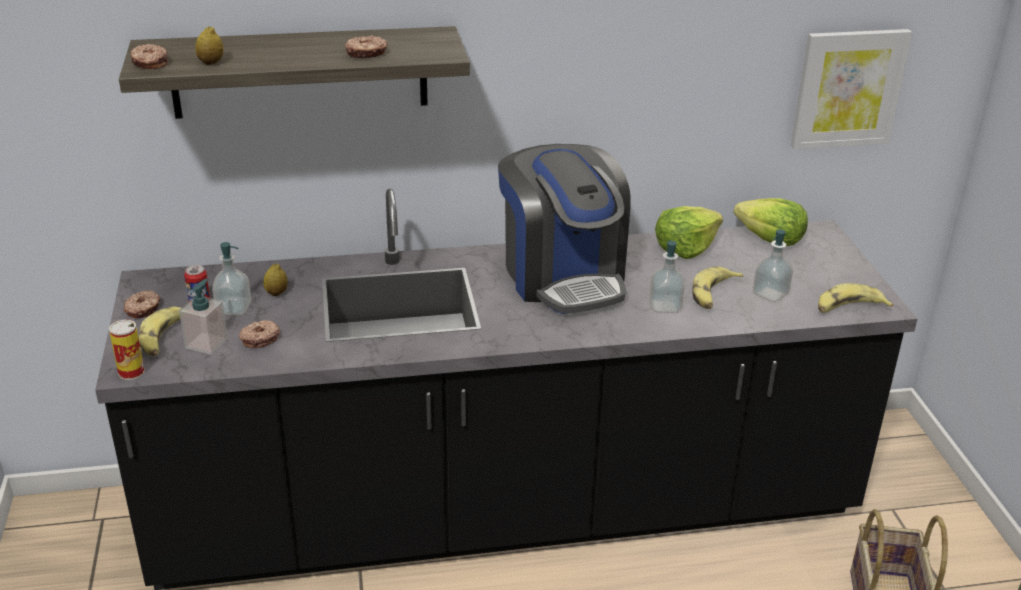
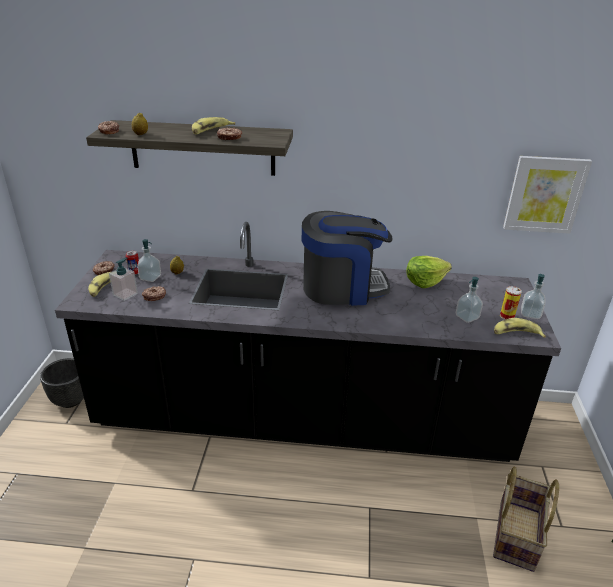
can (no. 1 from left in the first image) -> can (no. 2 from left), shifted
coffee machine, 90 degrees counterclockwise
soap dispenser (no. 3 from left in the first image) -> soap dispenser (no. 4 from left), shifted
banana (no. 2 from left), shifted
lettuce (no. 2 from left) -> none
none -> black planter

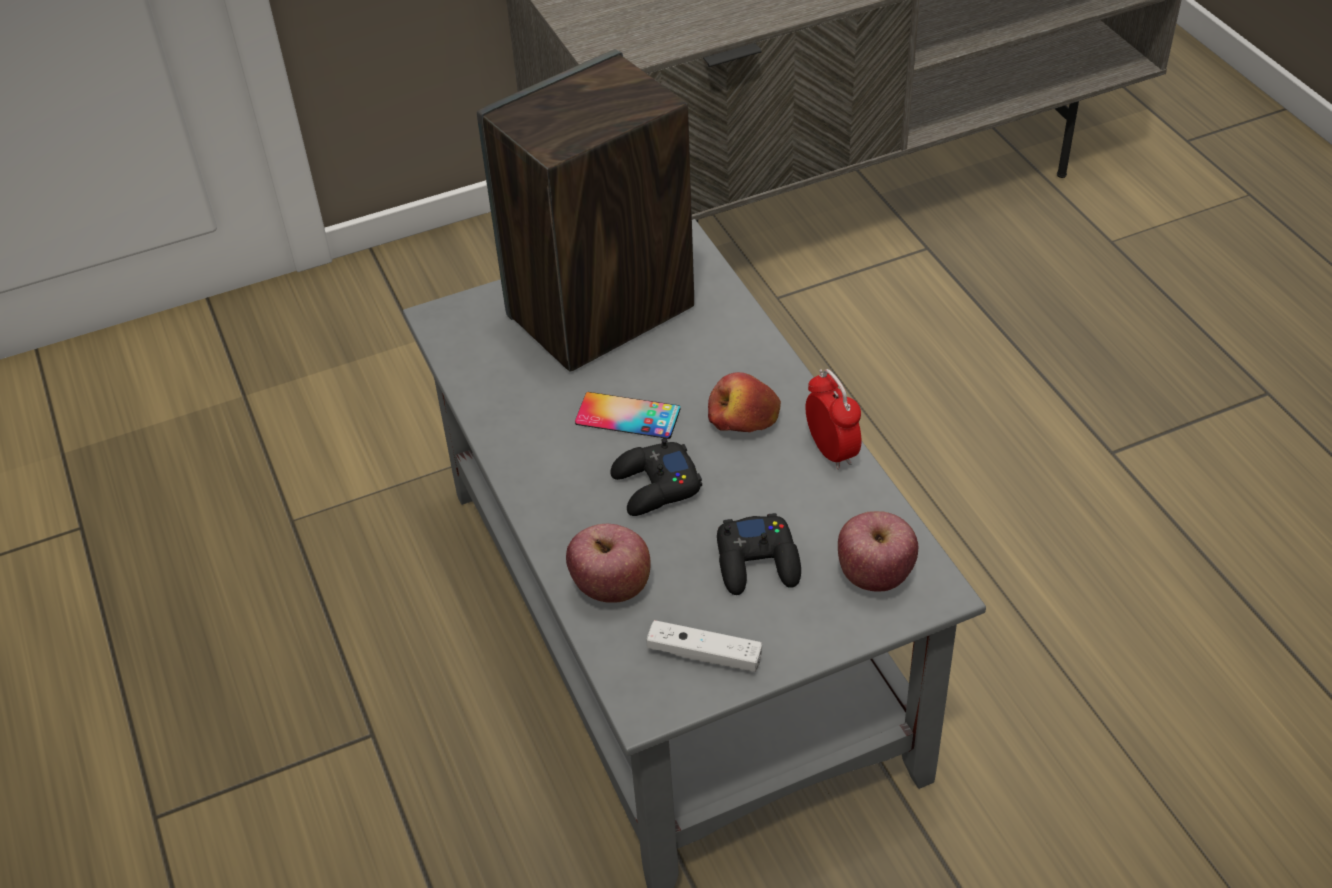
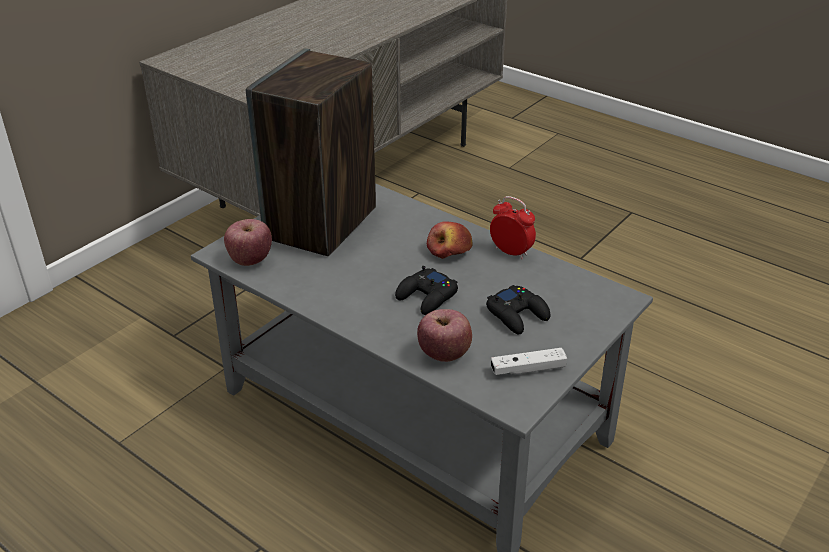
phone -> none
apple (no. 3 from left in the first image) -> apple (no. 1 from left), shifted

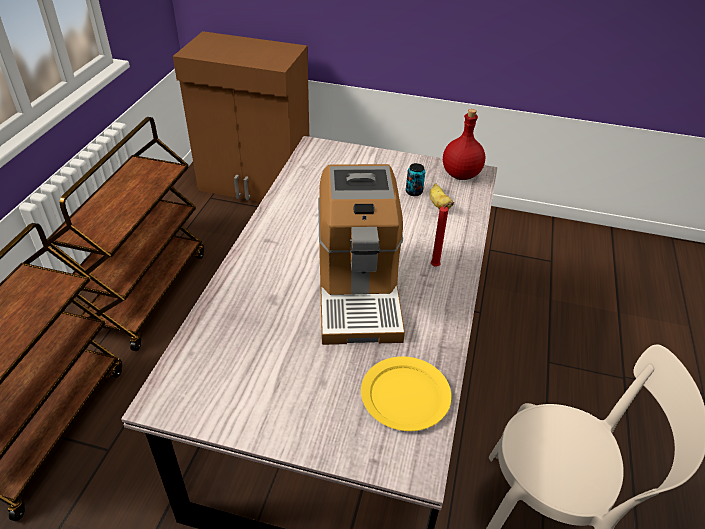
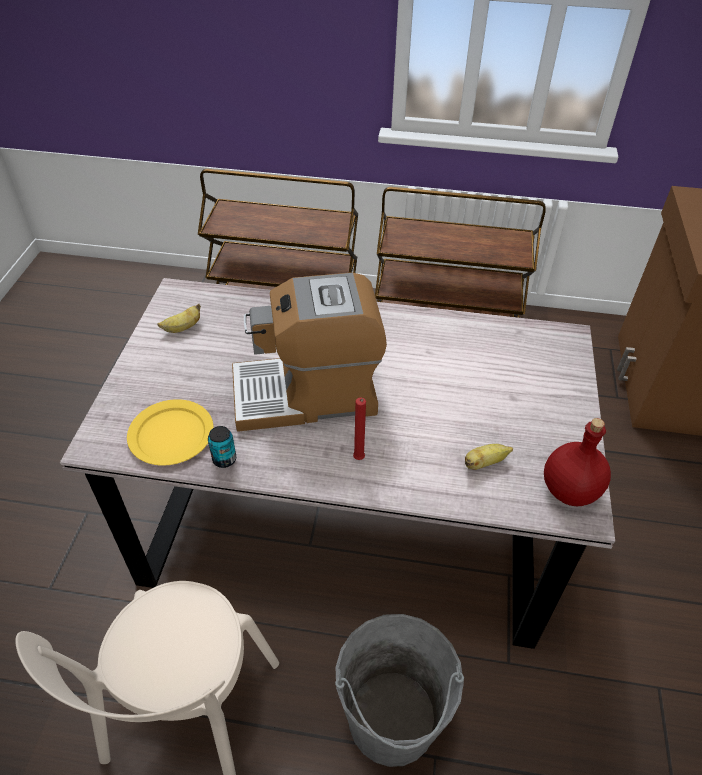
can, shifted
none -> banana (no. 1 from left)
none -> grey bucket

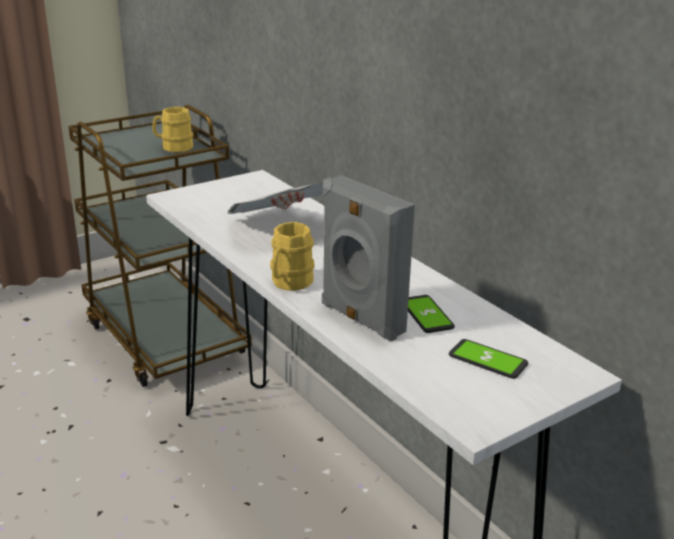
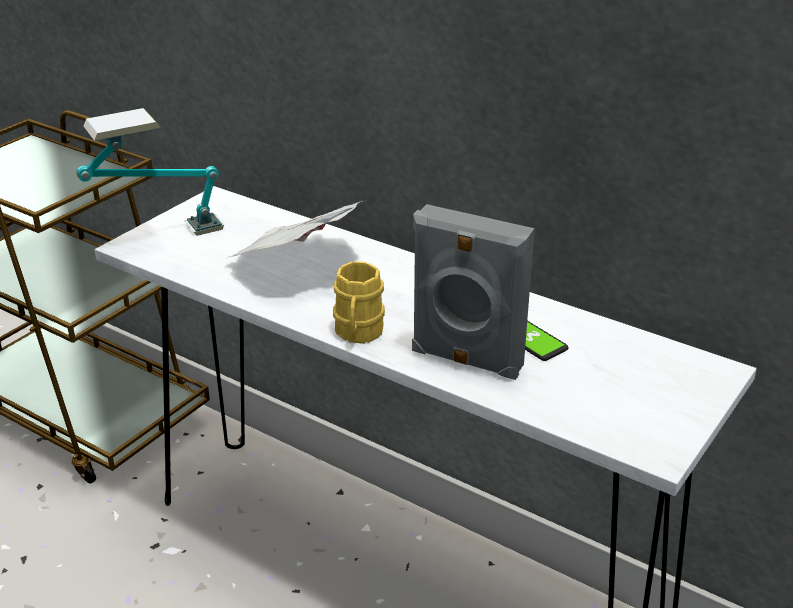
yellow mug (no. 1 from left) -> none
phone (no. 2 from left) -> none
none -> table lamp

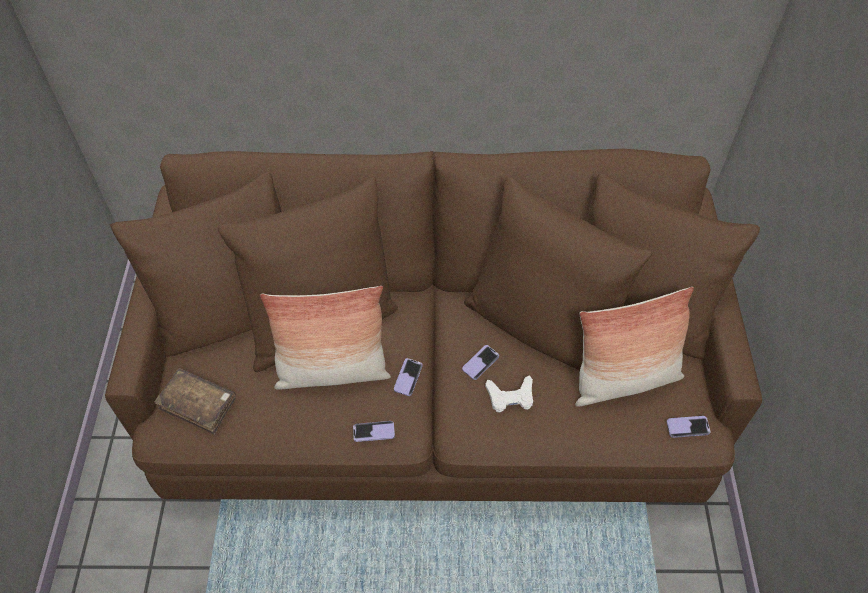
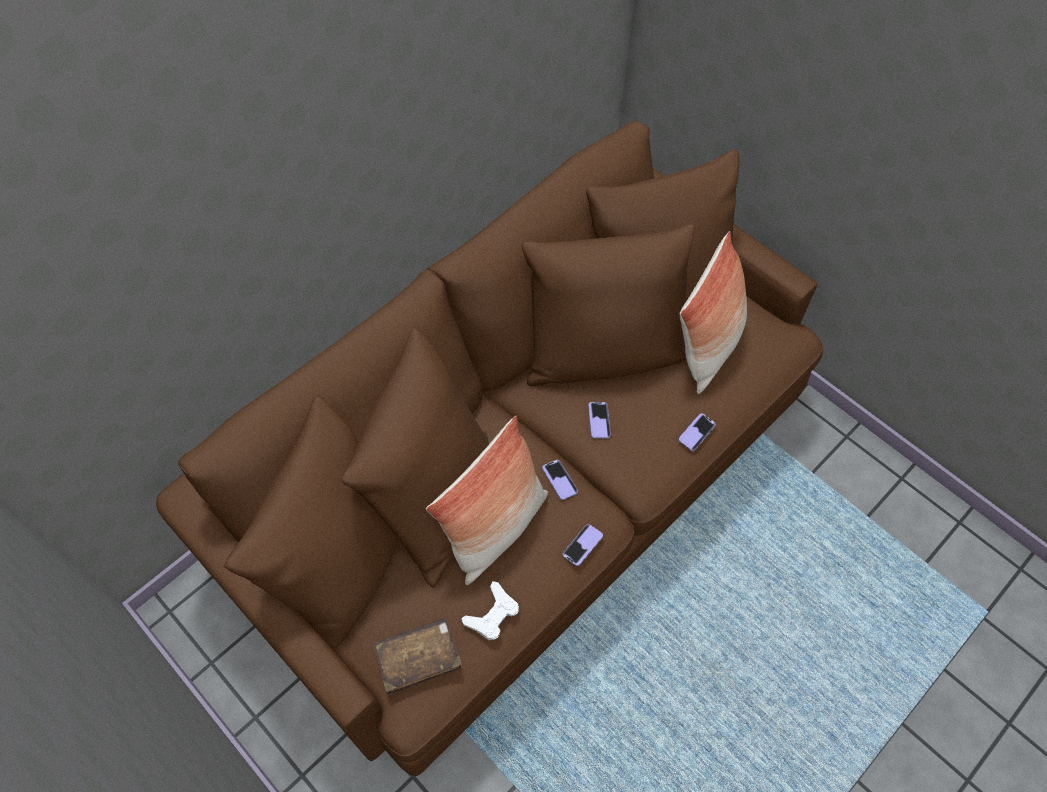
white game controller, shifted
phone (no. 4 from left), shifted

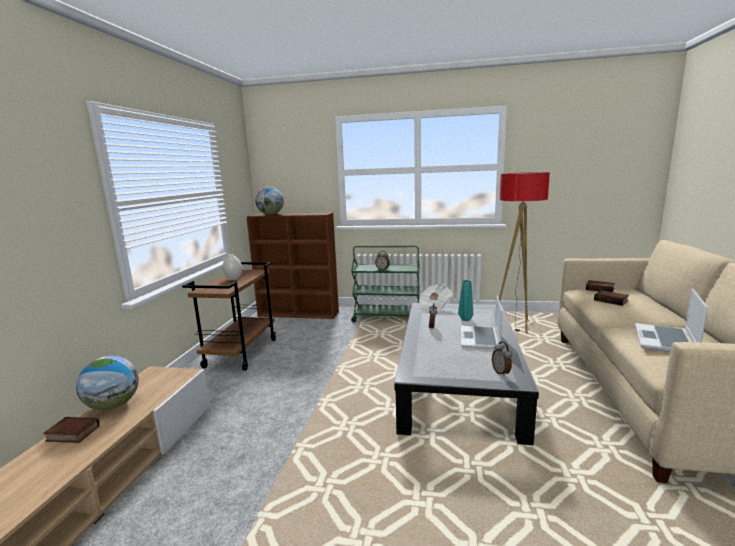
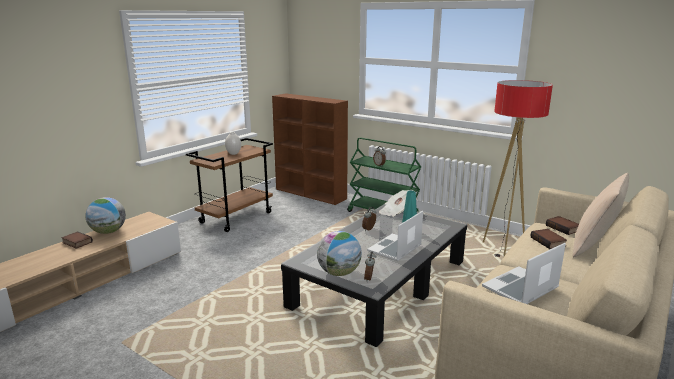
globe (no. 2 from left), shifted
none -> beige pillow

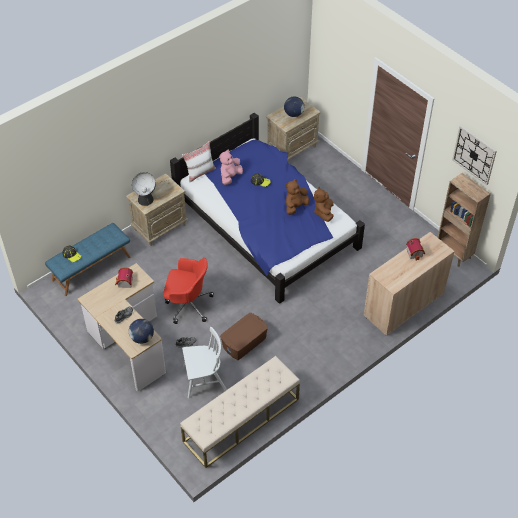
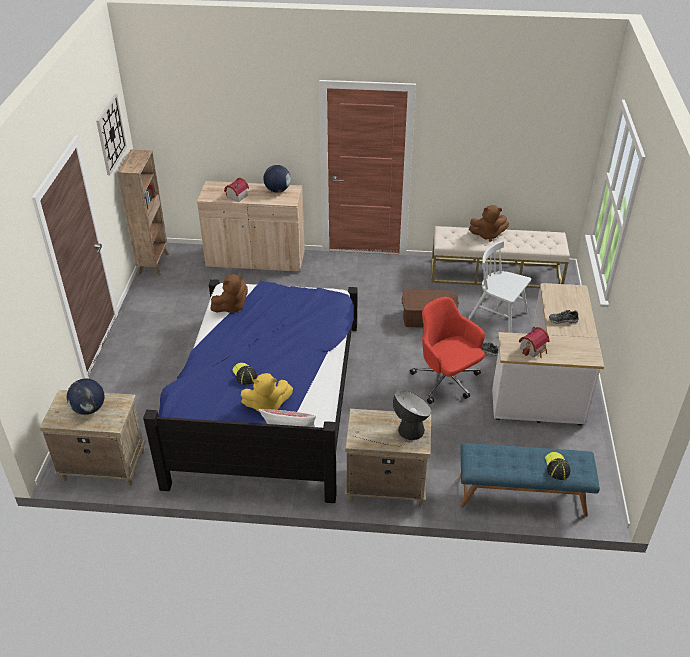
globe (no. 1 from left in the first image) -> globe (no. 2 from left), shifted
pink plush toy -> yellow plush toy
brown plush toy (no. 1 from left in the first image) -> brown plush toy (no. 2 from left), shifted

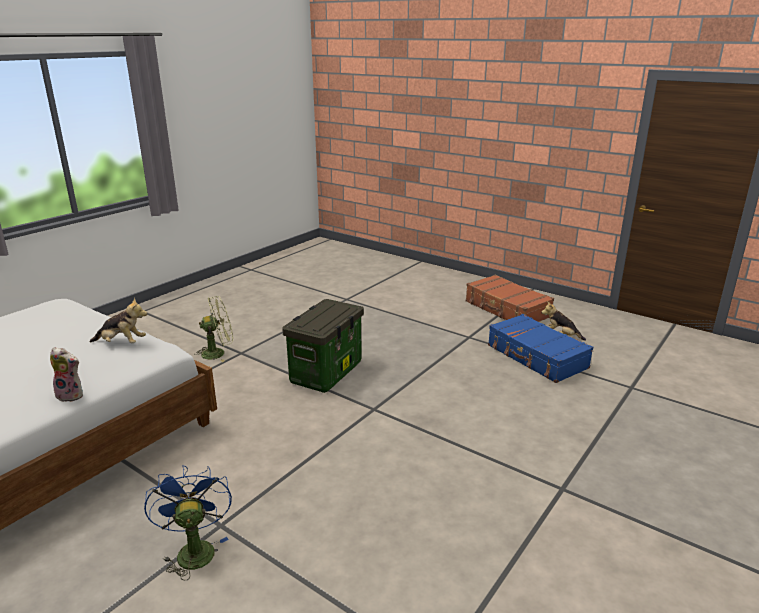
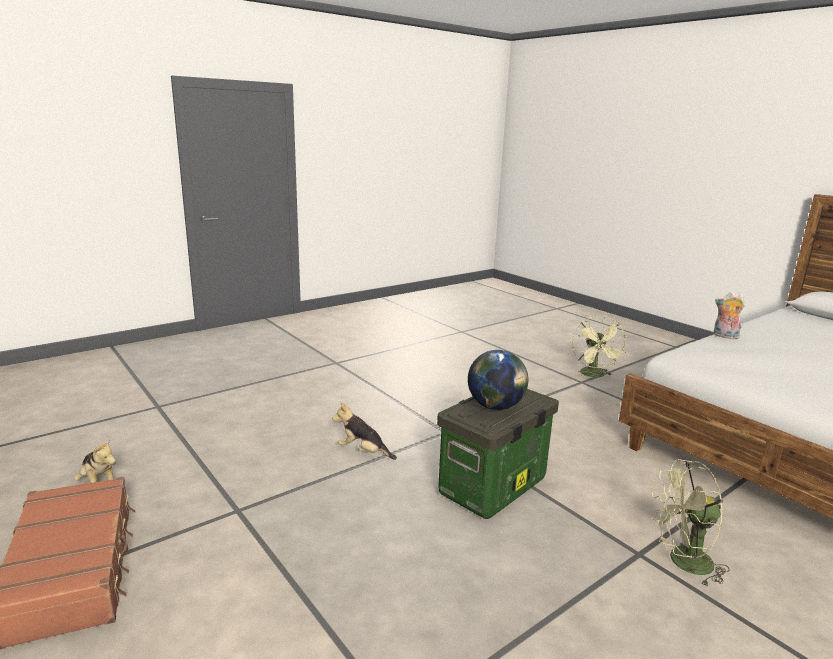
plush toy (no. 2 from left), shifted
blue fan -> green fan (no. 1 from left)
blue suitcase -> none
none -> globe

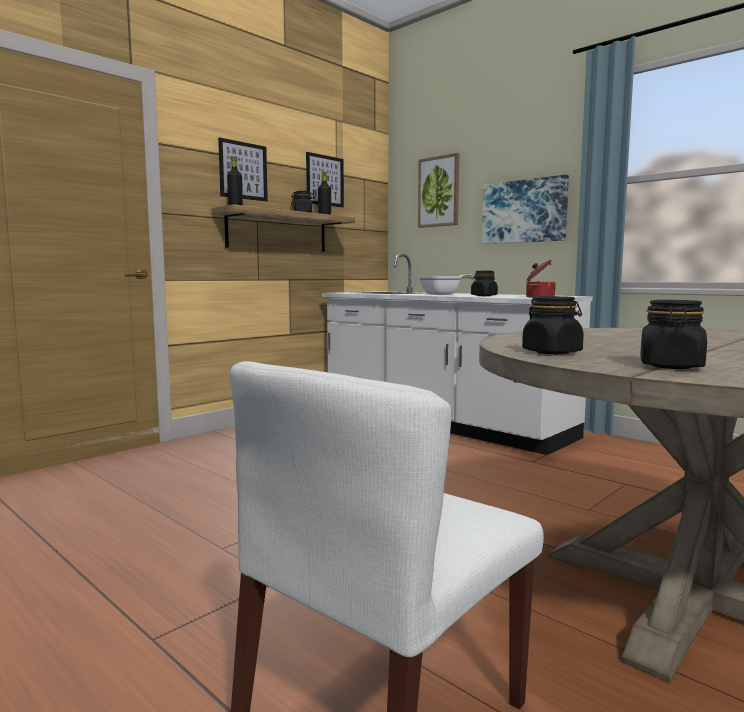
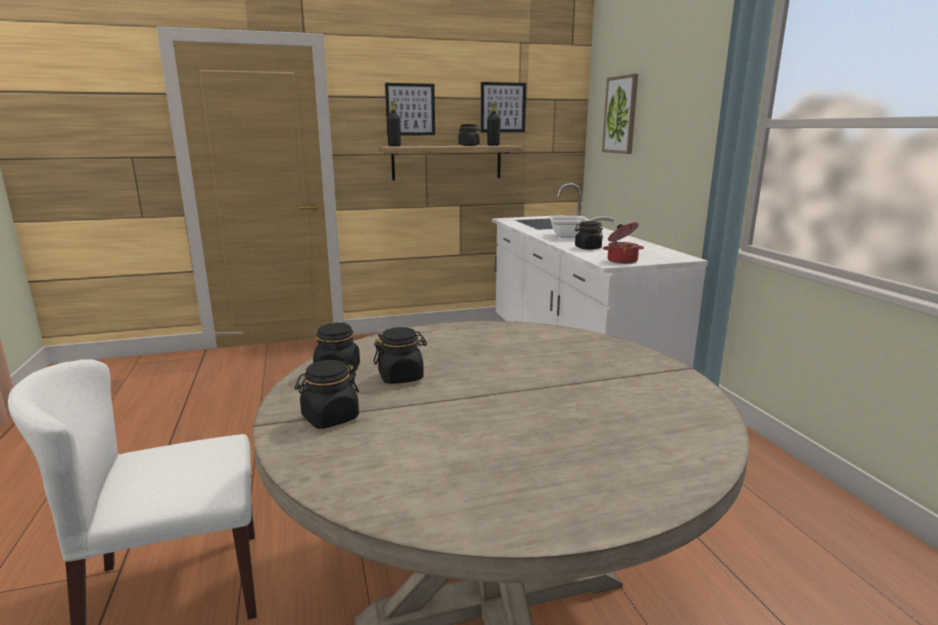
picture (no. 4 from left) -> none
none -> black jar (no. 3 from left)

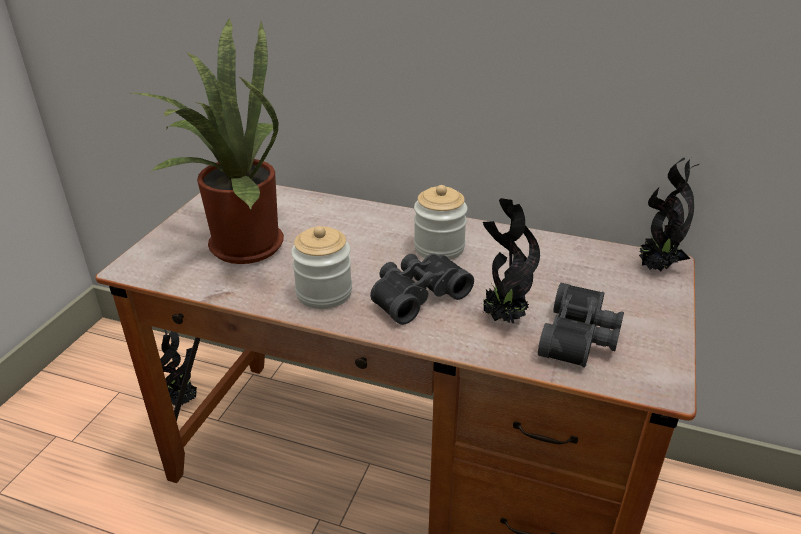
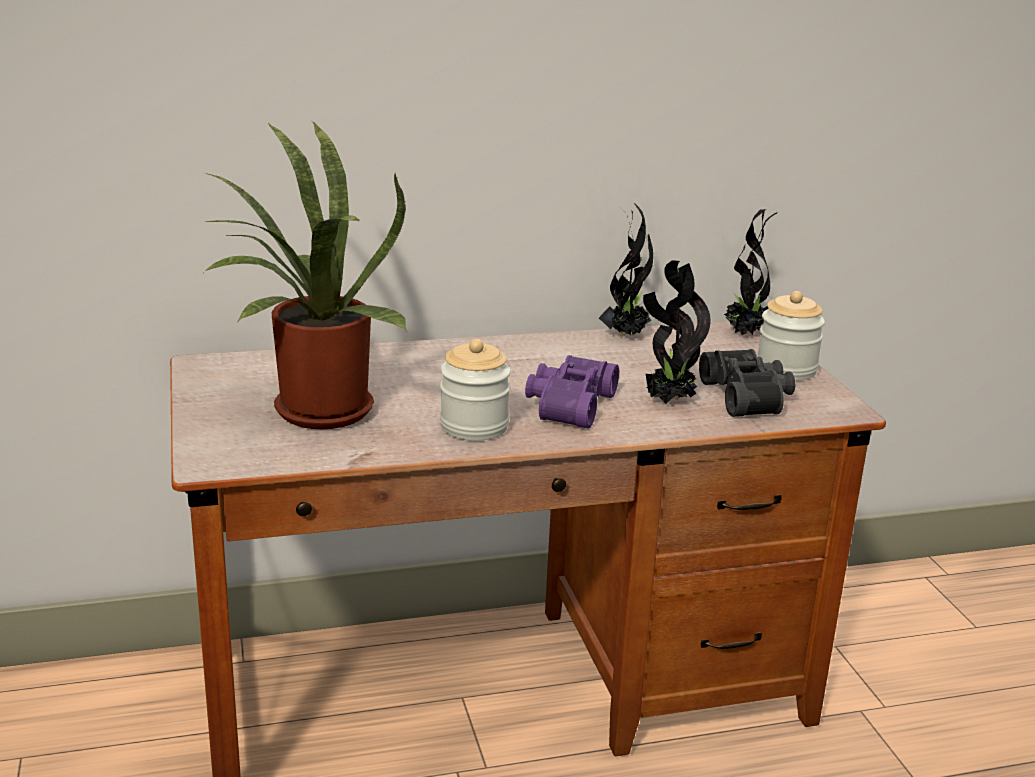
potted plant (no. 1 from left in the first image) -> potted plant (no. 2 from left), shifted
black binoculars (no. 1 from left) -> purple binoculars
jar (no. 2 from left), shifted

